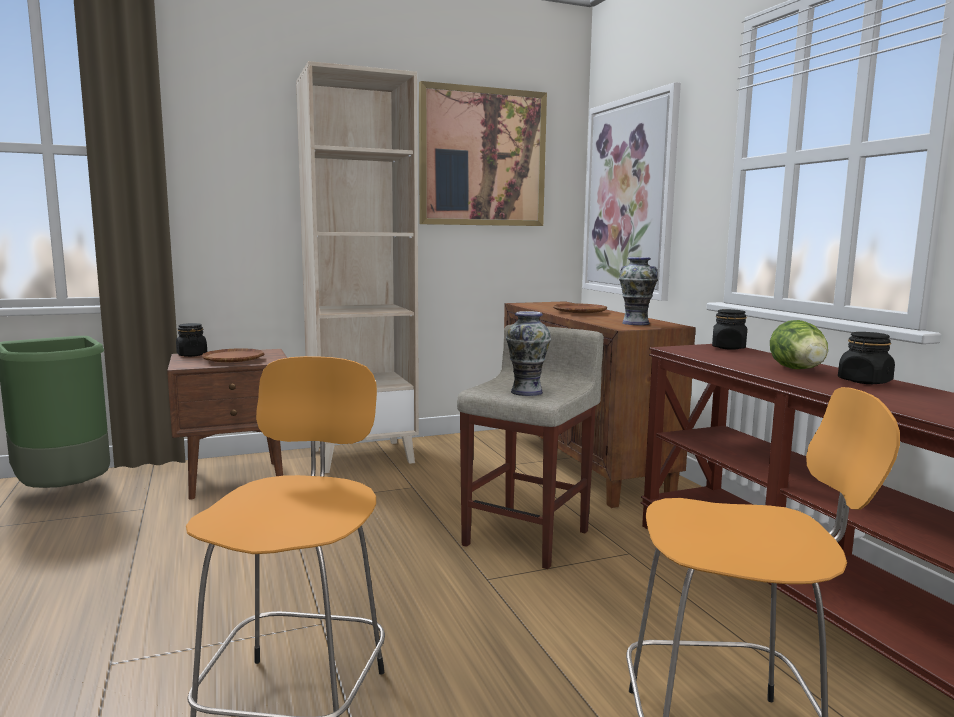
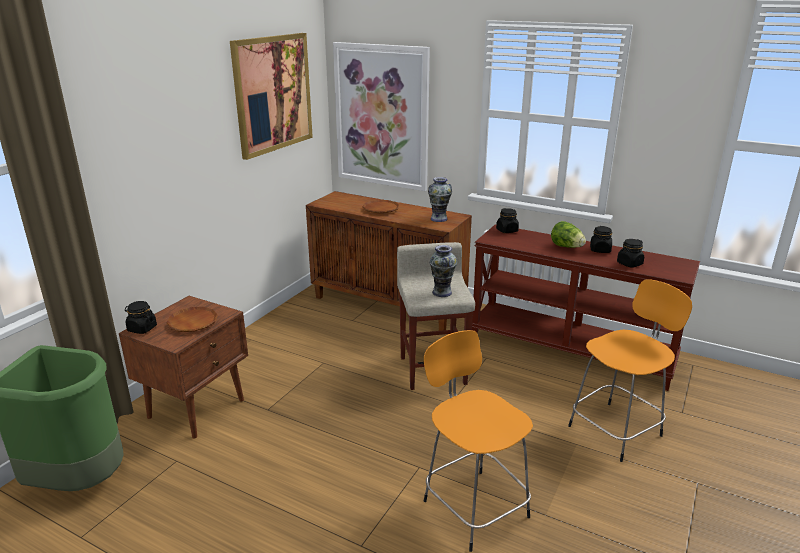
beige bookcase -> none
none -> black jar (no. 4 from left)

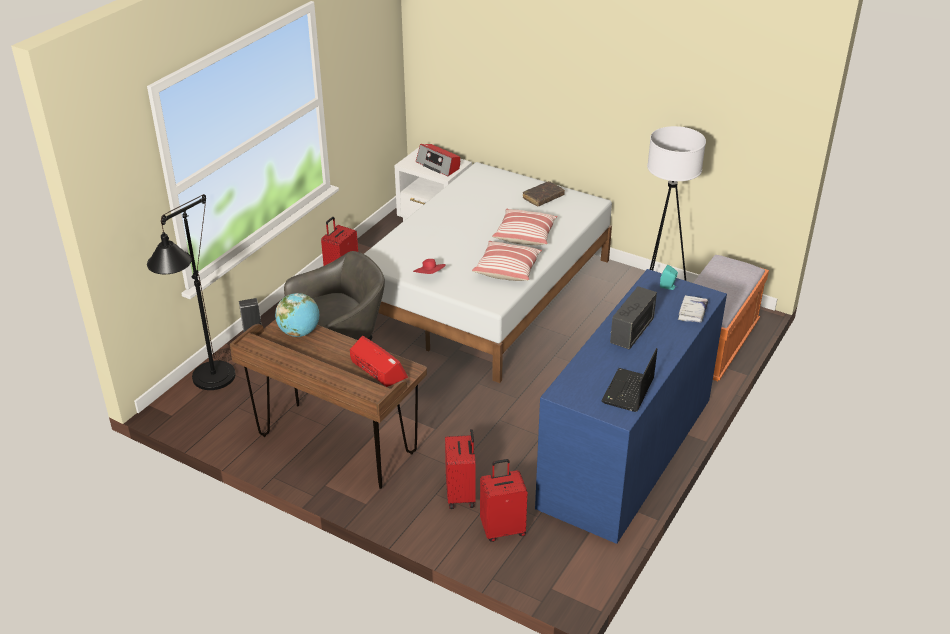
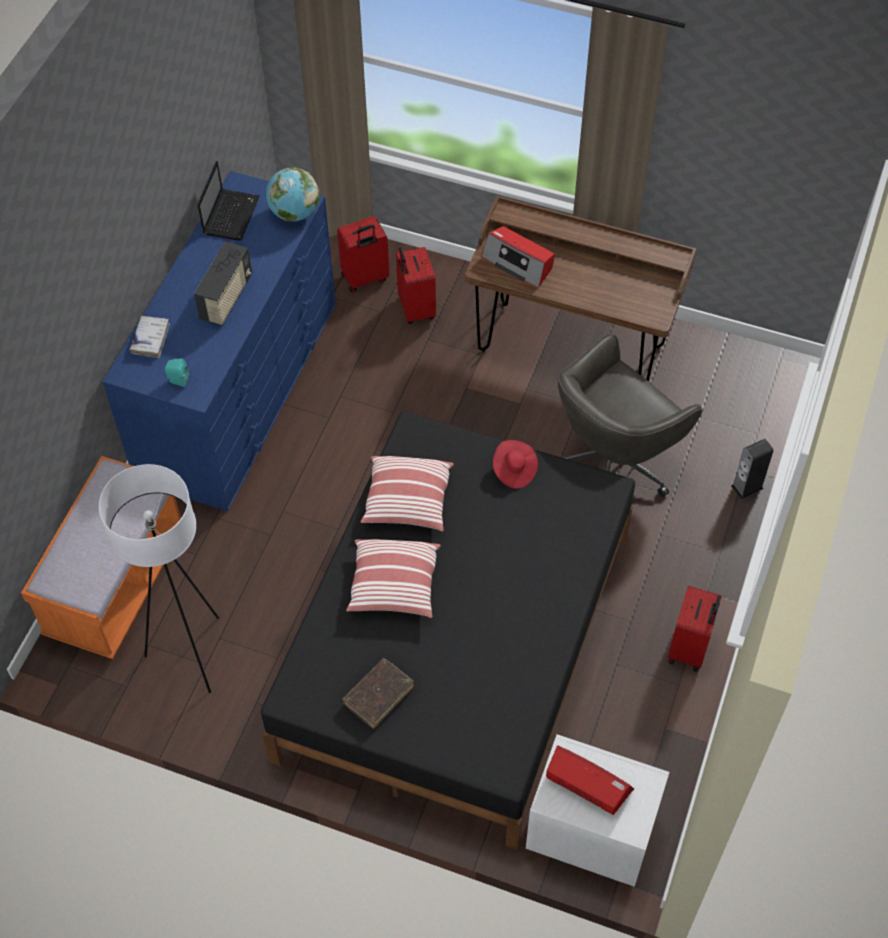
black floor lamp -> none
globe, shifted
white bed -> black bed

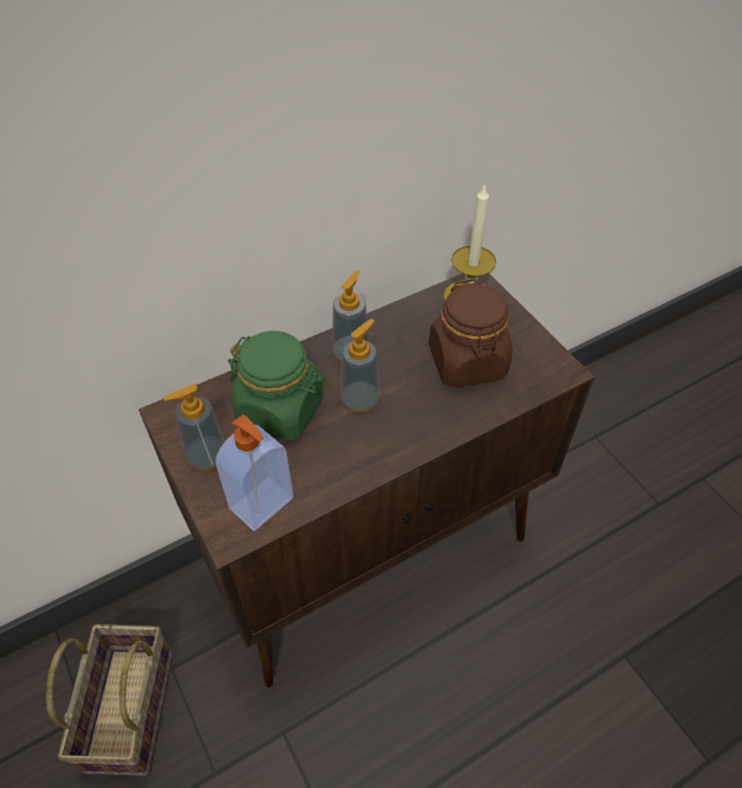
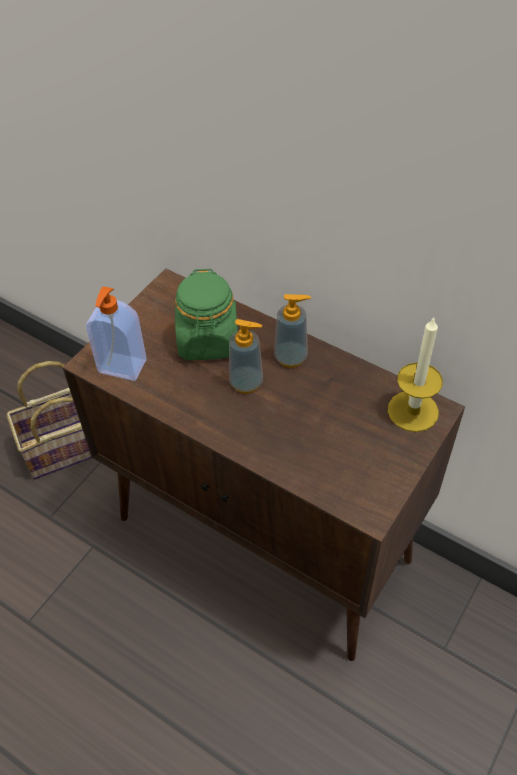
soap dispenser (no. 1 from left) -> none
brown jar -> none

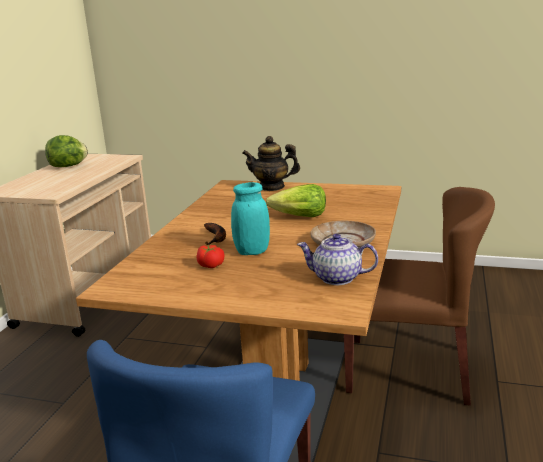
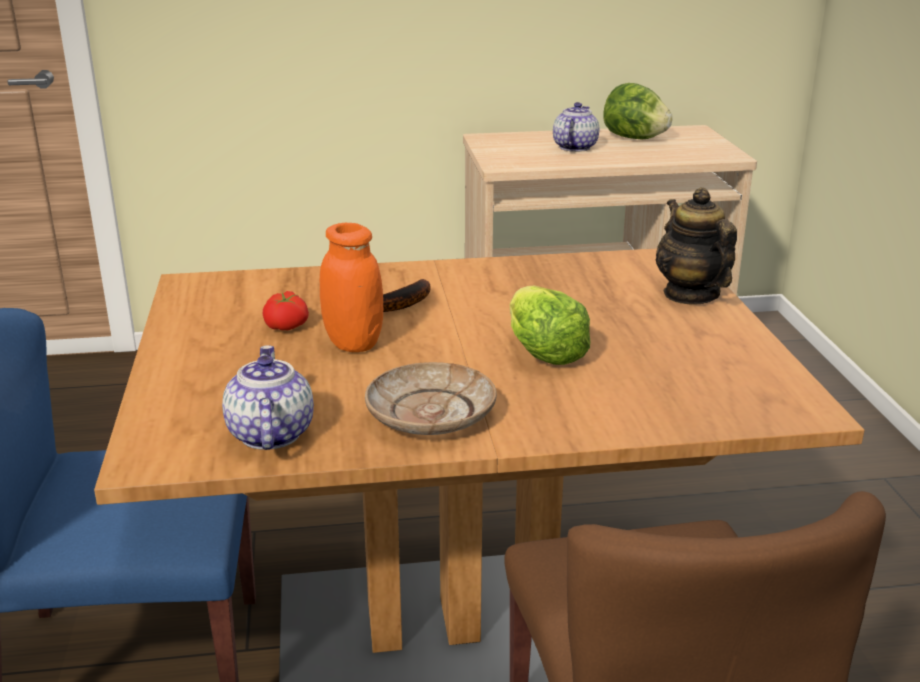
turquoise jar -> orange jar
none -> teapot (no. 2 from left)

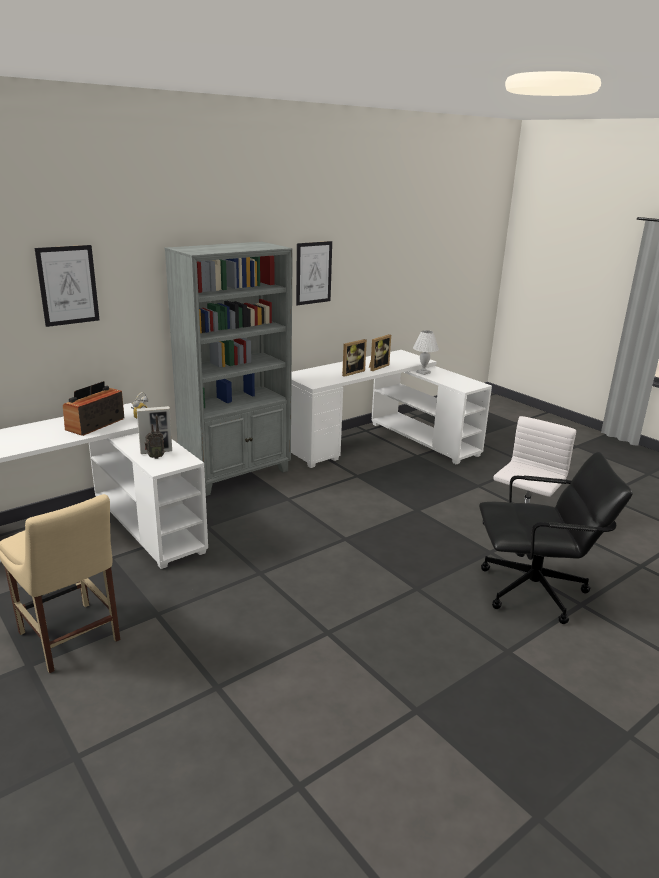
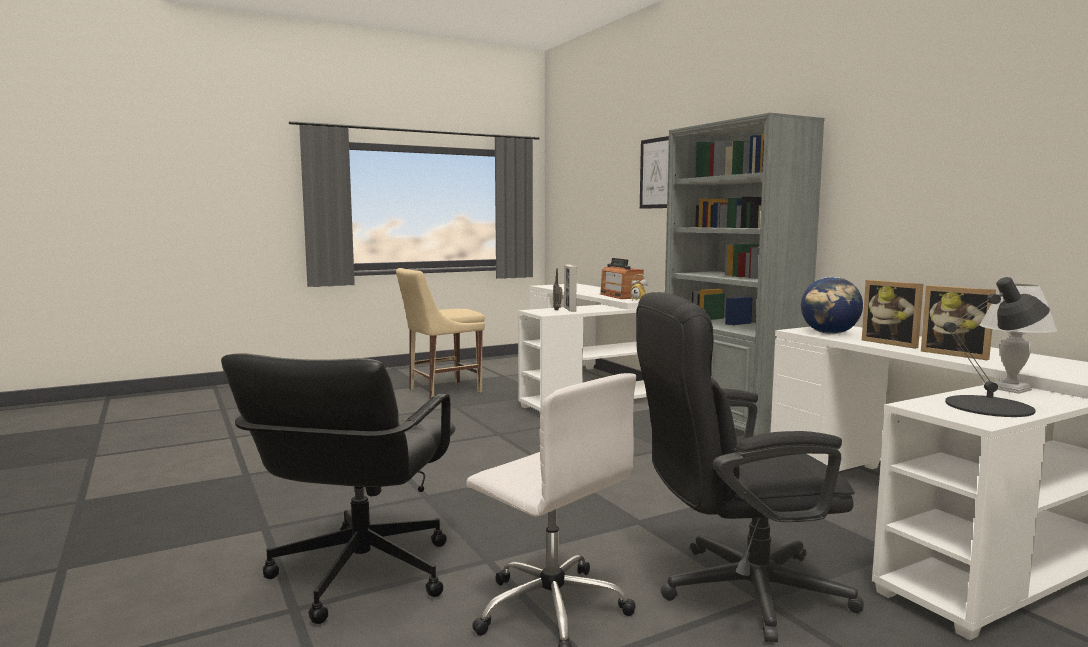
radio (no. 1 from left in the first image) -> radio (no. 2 from left), 150 degrees counterclockwise
picture (no. 2 from left) -> none
none -> black office chair (no. 2 from left)
none -> globe
none -> black table lamp

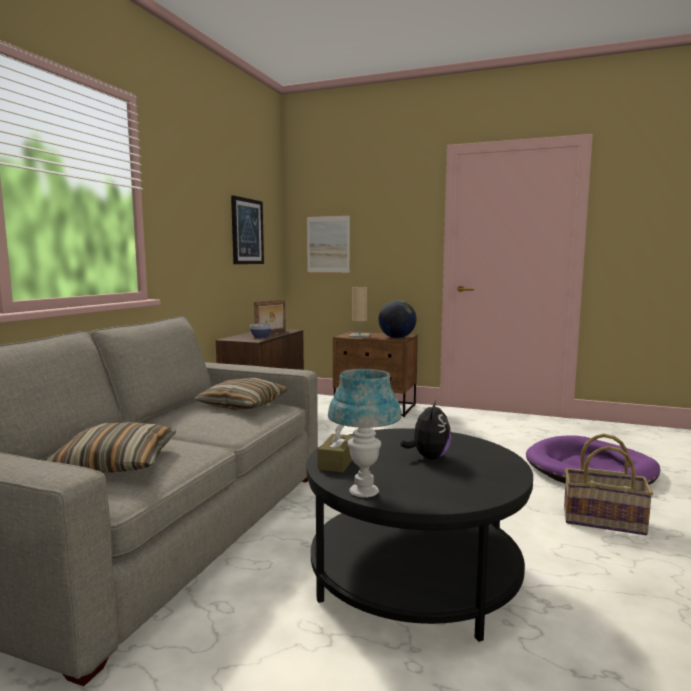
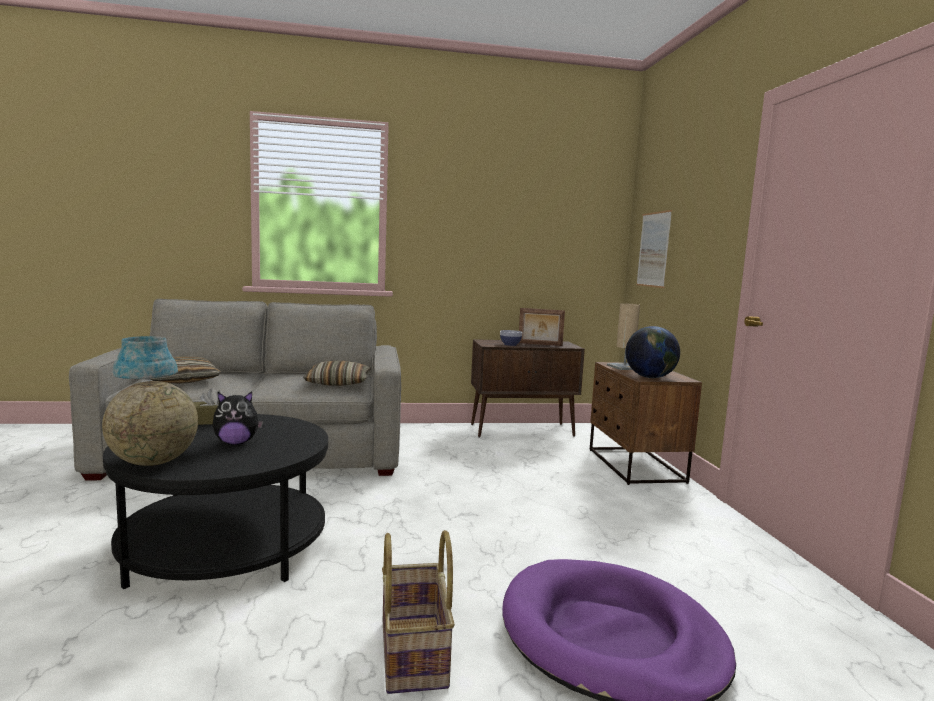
picture (no. 1 from left) -> none
none -> globe (no. 1 from left)

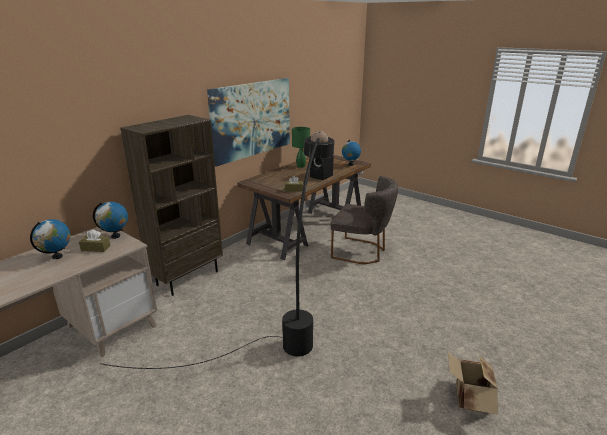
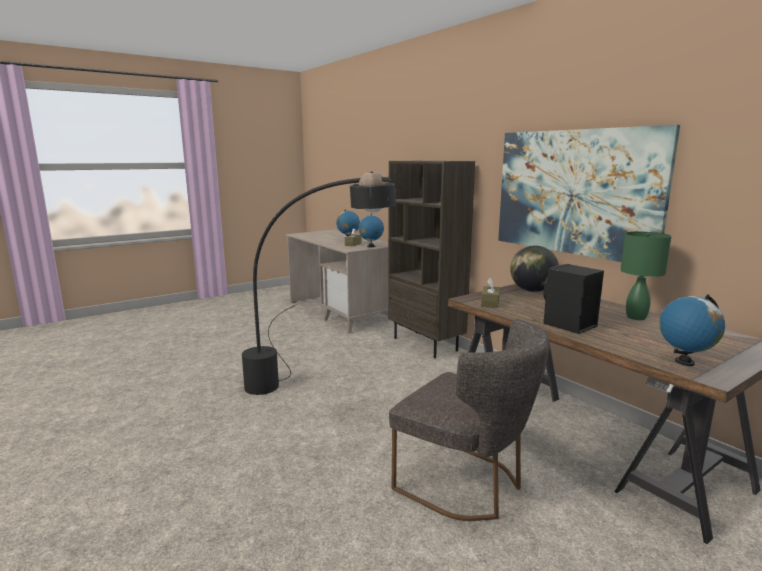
grey chair, 90 degrees counterclockwise
cardboard box -> none
none -> globe (no. 3 from left)

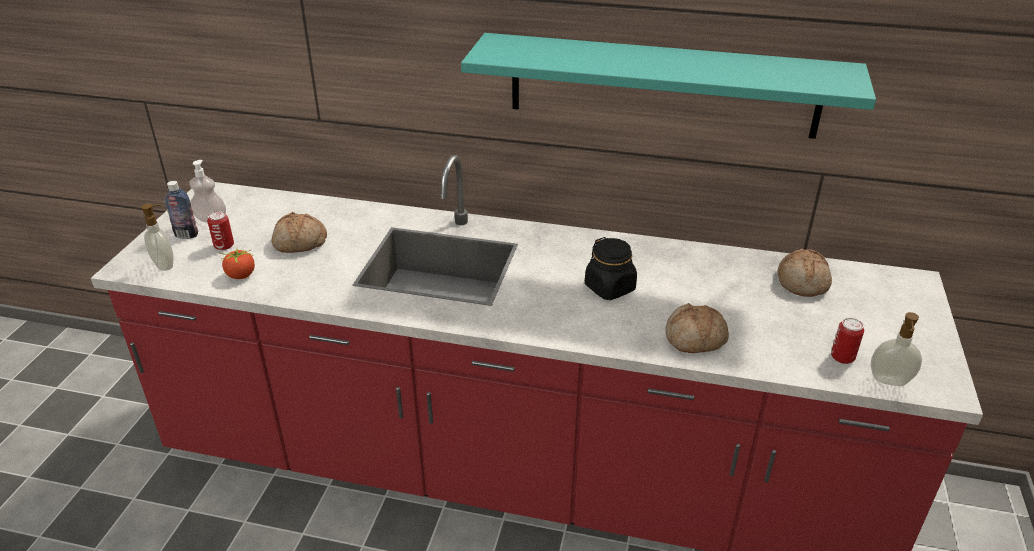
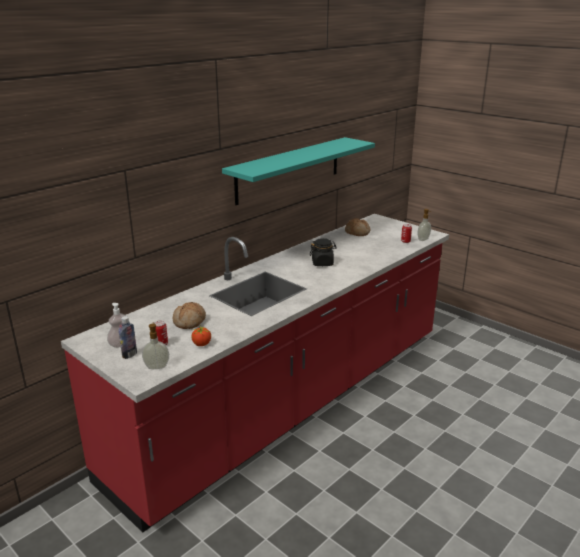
bread (no. 2 from left) -> none

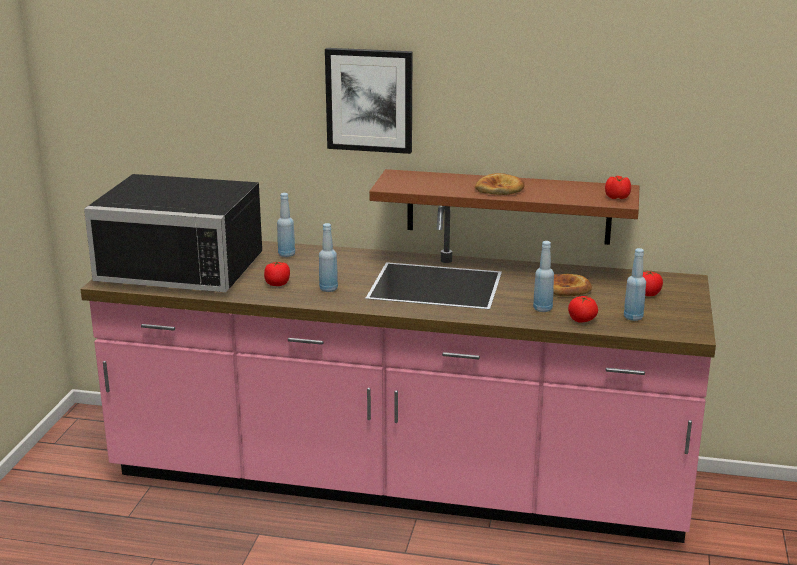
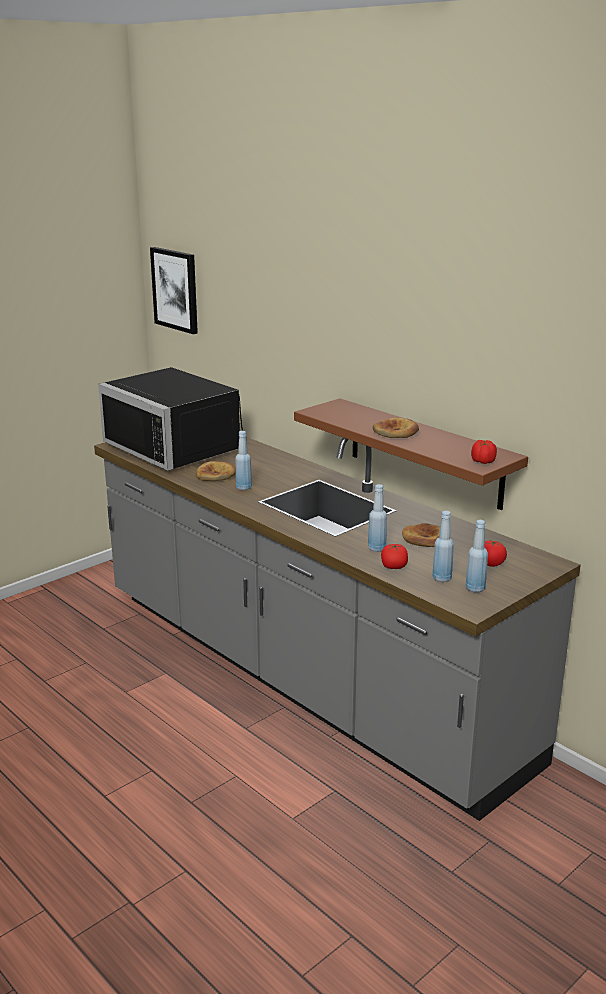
pink counter -> grey counter
tomato (no. 1 from left) -> bread (no. 1 from left)
blue bottle (no. 1 from left in the first image) -> blue bottle (no. 4 from left), shifted
picture, shifted

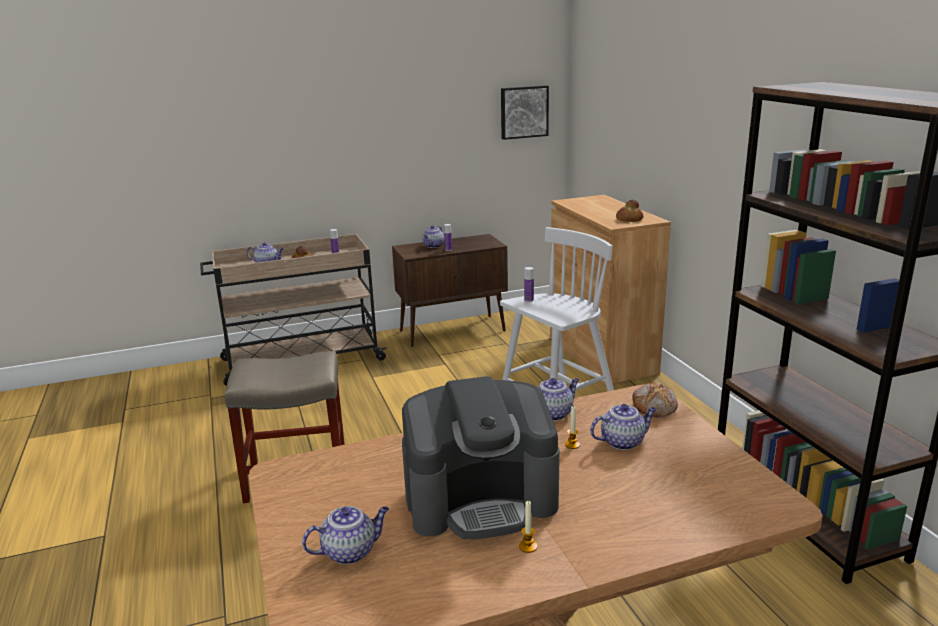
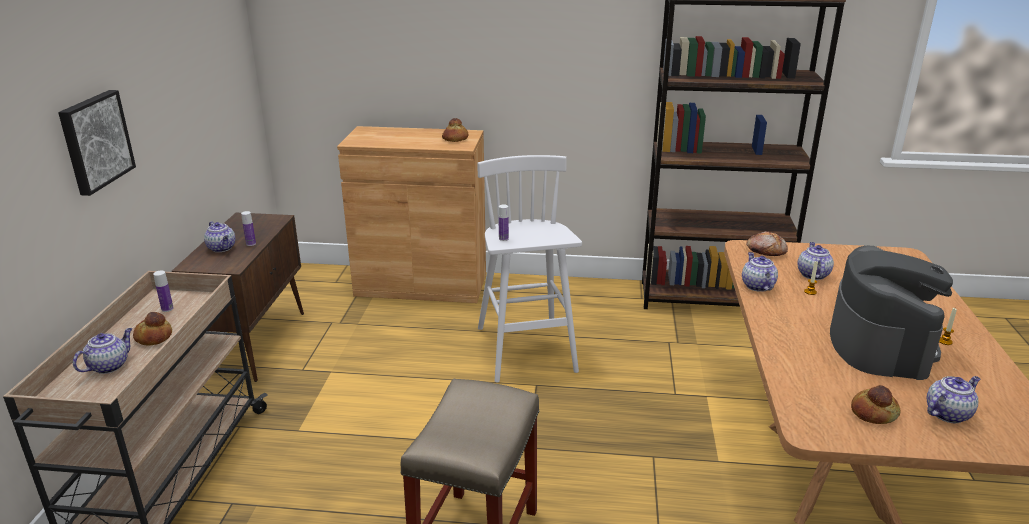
teapot (no. 2 from left in the first image) -> teapot (no. 5 from left), 60 degrees clockwise
picture, shifted
none -> bread (no. 4 from left)

